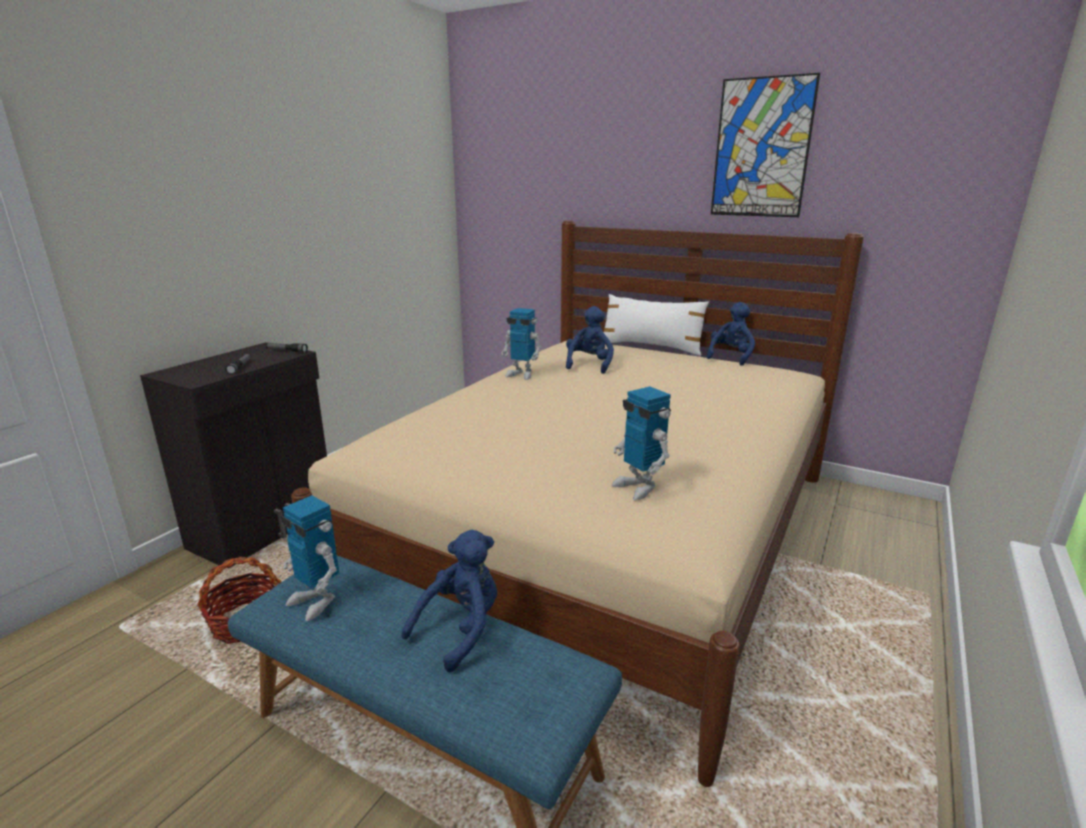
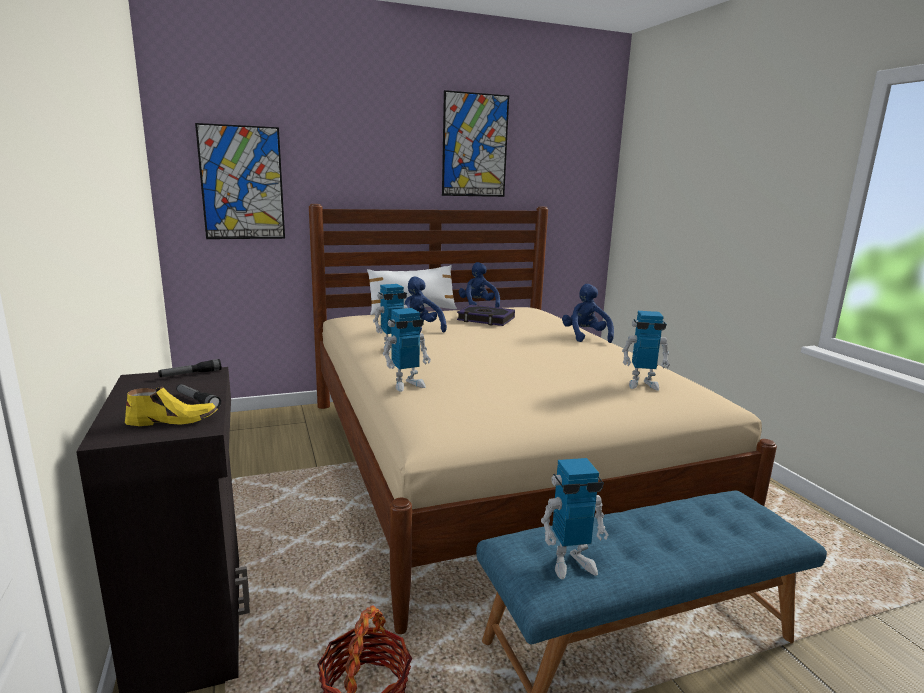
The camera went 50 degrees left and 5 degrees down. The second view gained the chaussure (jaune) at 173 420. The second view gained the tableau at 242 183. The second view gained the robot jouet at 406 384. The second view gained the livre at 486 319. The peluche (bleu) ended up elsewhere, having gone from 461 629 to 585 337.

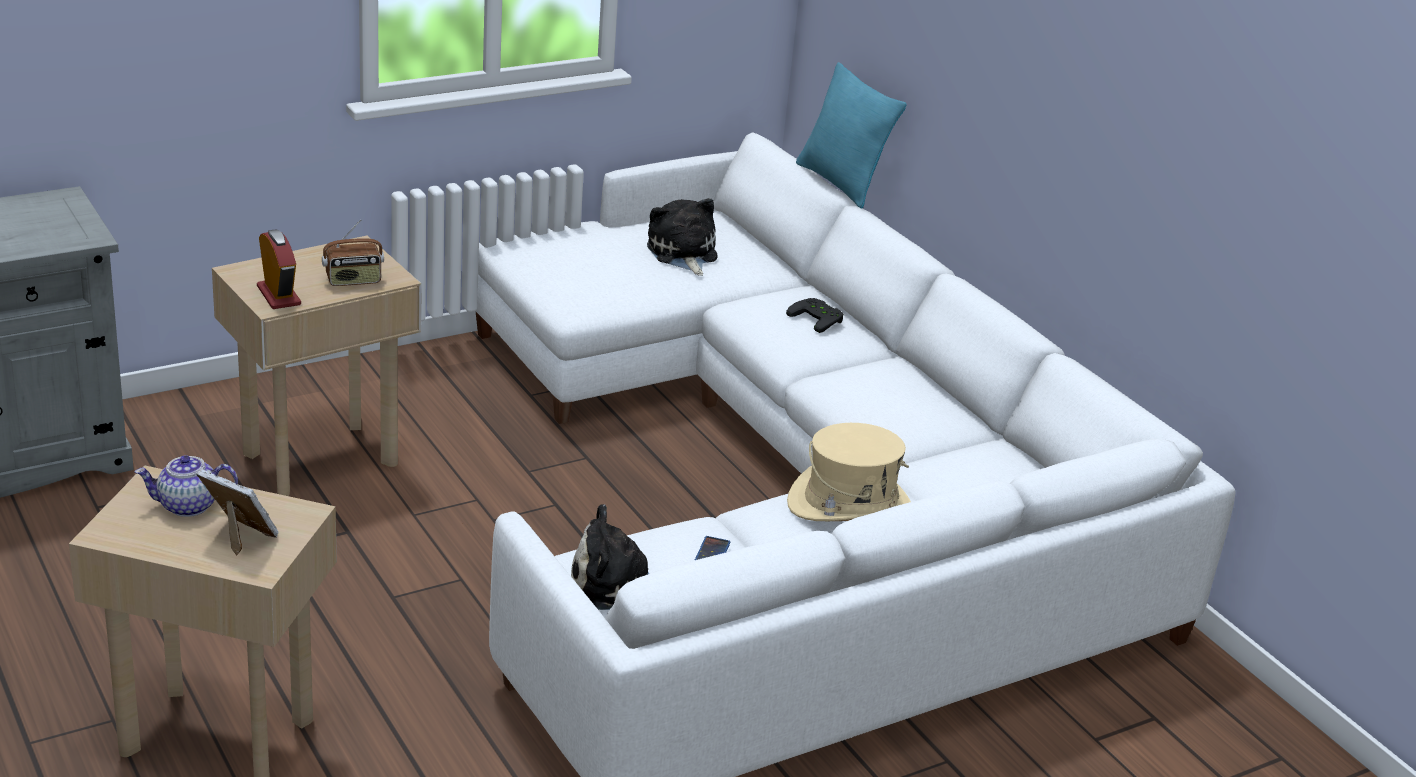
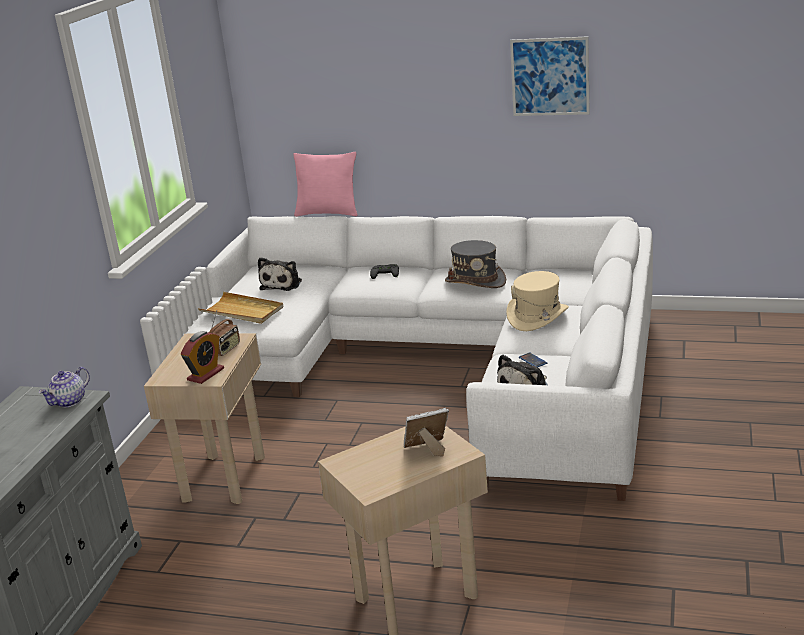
The camera went 40 degrees left and 5 degrees down. The théière ended up elsewhere, having gone from 187 506 to 69 401. The réveil at 278 295 ended up facing another way, 105 degrees clockwise from before. The second view gained the plateau (beige) at 242 311. The peluche at 683 253 ended up facing another way, 105 degrees counterclockwise from before. What was the coussin (turquoise) at 841 183 turned into the coussin (rose) at 328 213. The second view gained the chapeau (gris) at 475 281. The second view gained the tableau at 550 76.

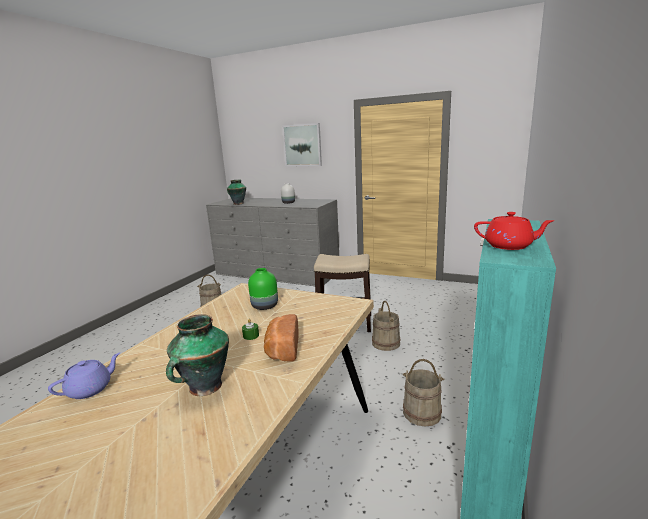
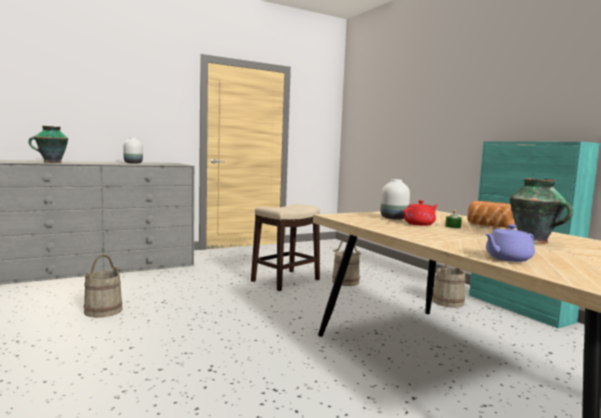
The camera went 55 degrees left and 10 degrees down. What was the vase (vert) at 264 306 turned into the vase (blanc) at 393 218. The théière (rouge) ended up elsewhere, having gone from 509 246 to 420 224. The théière (violet) at 90 389 ended up facing another way, 105 degrees counterclockwise from before. The second view lost the tableau at 302 145.

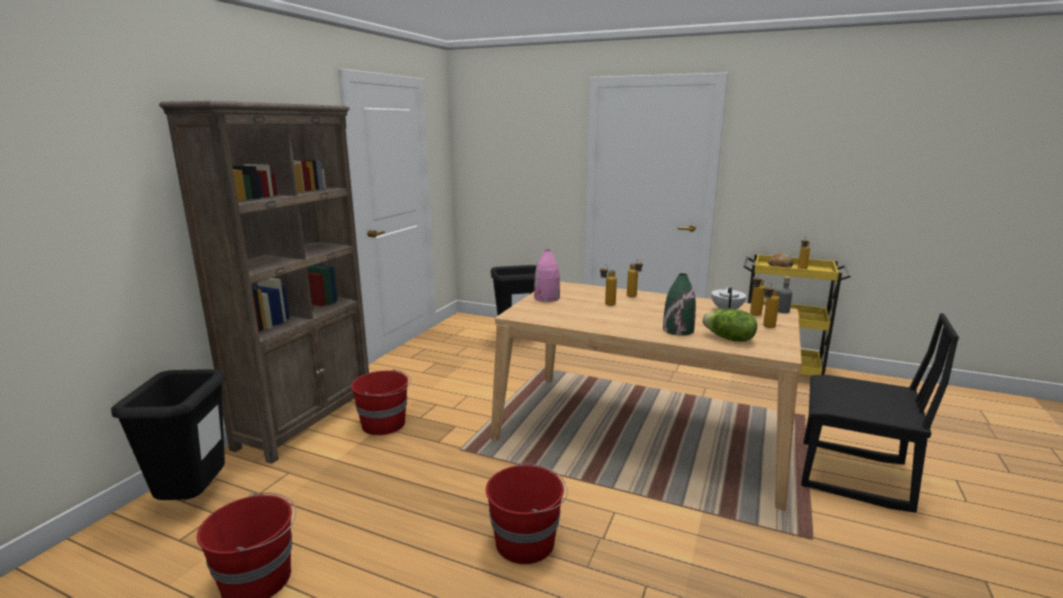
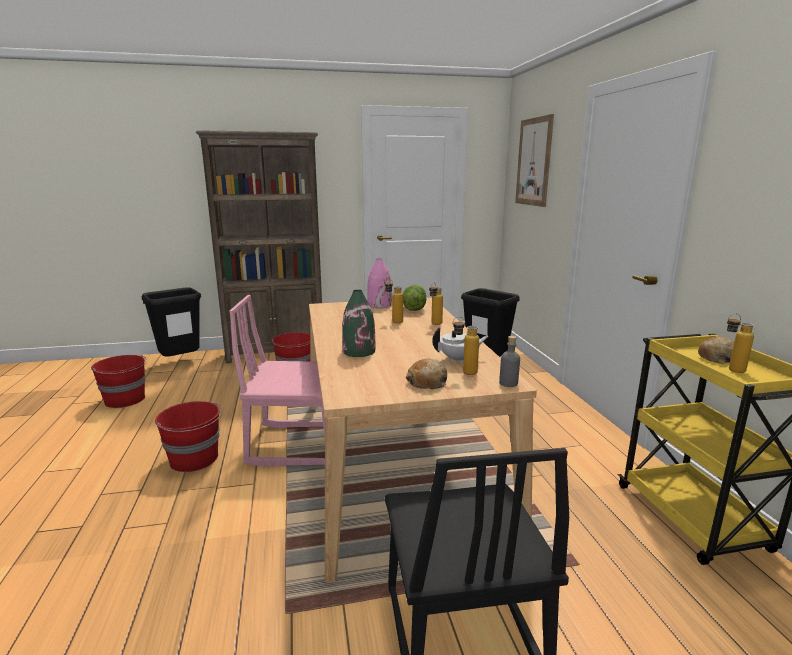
The camera went 55 degrees right and 0 degrees up. The second view gained the chaise (rose) at 296 444. The laitue ended up elsewhere, having gone from 729 339 to 413 309. Where the bouteille stood at 766 327, the pain came to stand at 427 382. The second view gained the tableau at 534 162.

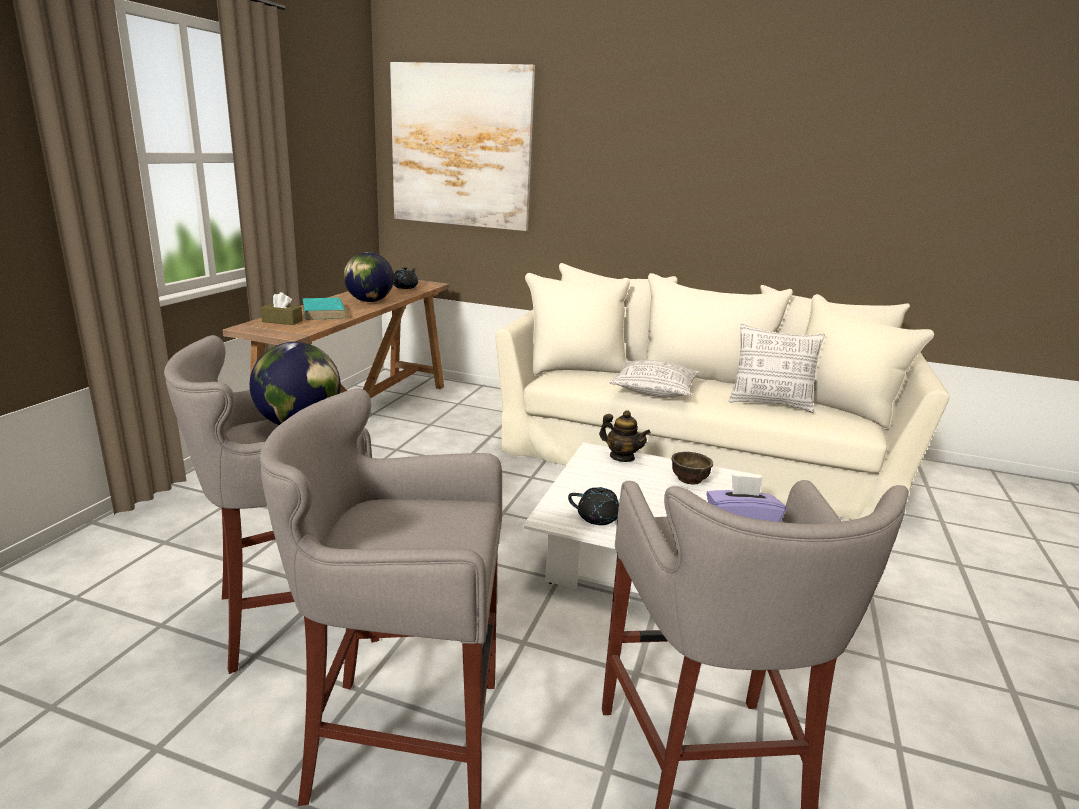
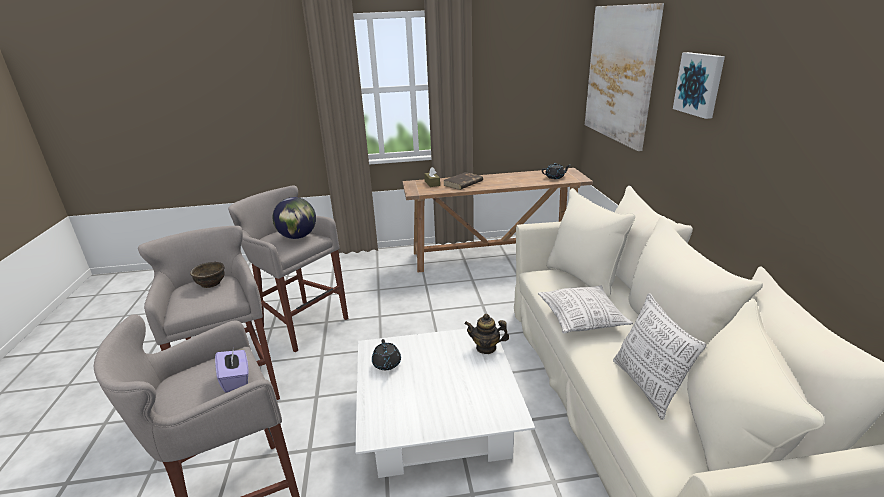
The camera went 65 degrees right and 5 degrees up. The bol (marron) ended up elsewhere, having gone from 689 479 to 211 283. What was the livre (turquoise) at 324 312 turned into the livre (marron) at 463 183. The théière at 622 457 ended up facing another way, 90 degrees clockwise from before. The second view gained the tableau at 700 84. The second view lost the globe at 369 301.

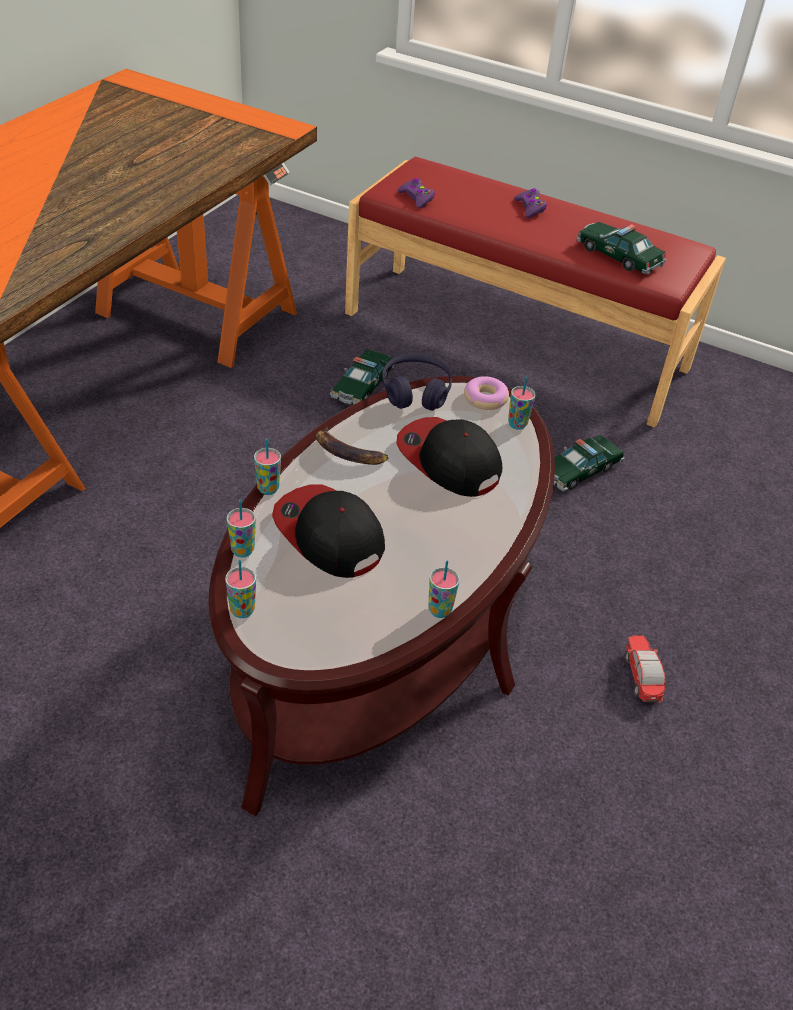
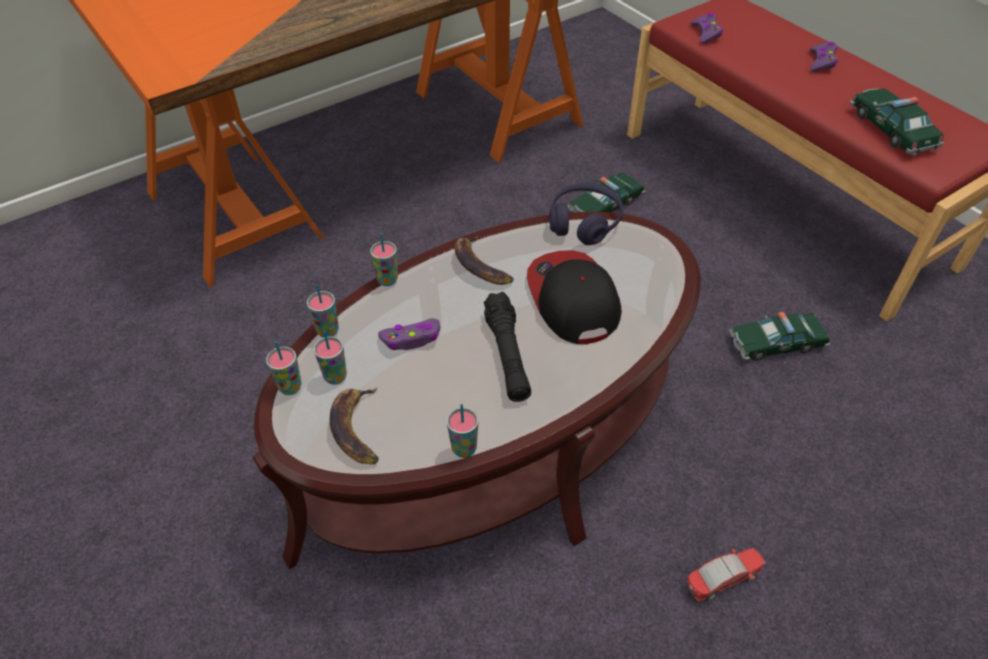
The camera went 30 degrees right and 5 degrees up. The tasse ended up elsewhere, having gone from 517 424 to 335 377. The second view gained the banane at 356 428. Where the casquette stood at 328 534, the manette (violet) came to stand at 411 339. The second view gained the lampe de poche (noir) at 507 355. The petite voiture at 641 677 ended up facing another way, 45 degrees clockwise from before. The second view lost the beignet at 485 399.

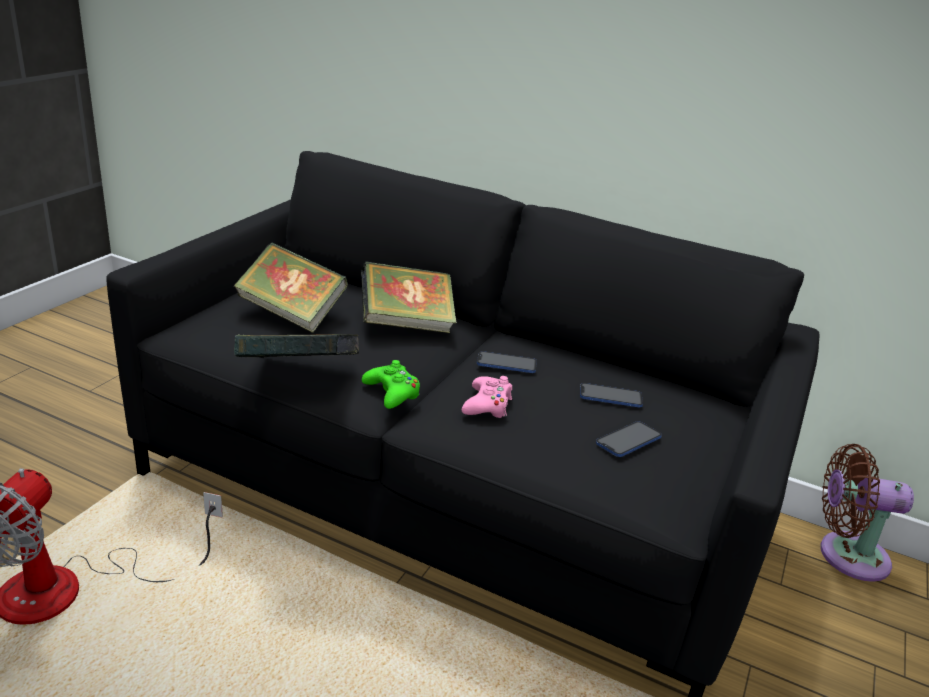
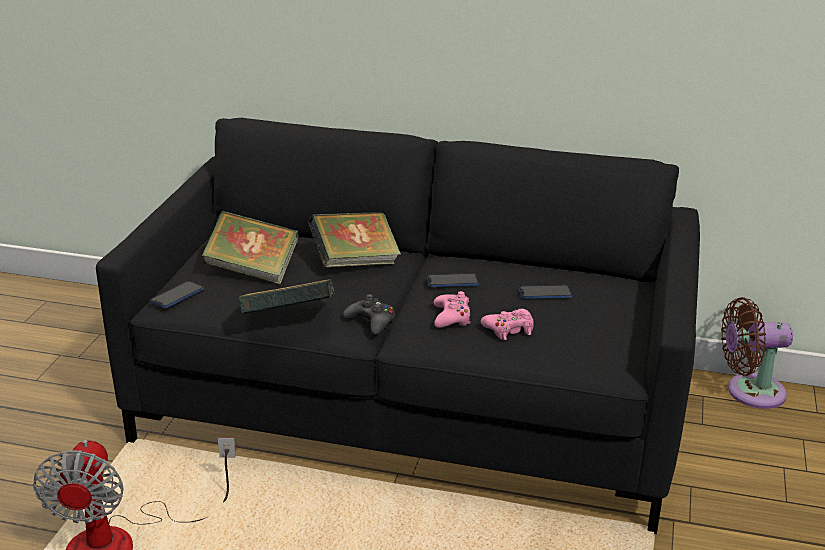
The camera went 10 degrees left and 0 degrees up. The téléphone ended up elsewhere, having gone from 628 441 to 177 296. What was the manette (vert) at 392 393 turned into the manette (noir) at 371 322. The second view gained the manette (rose) at 509 329.

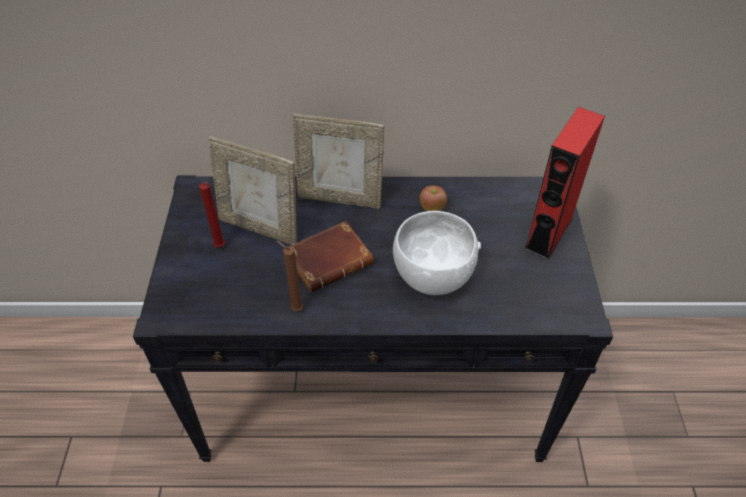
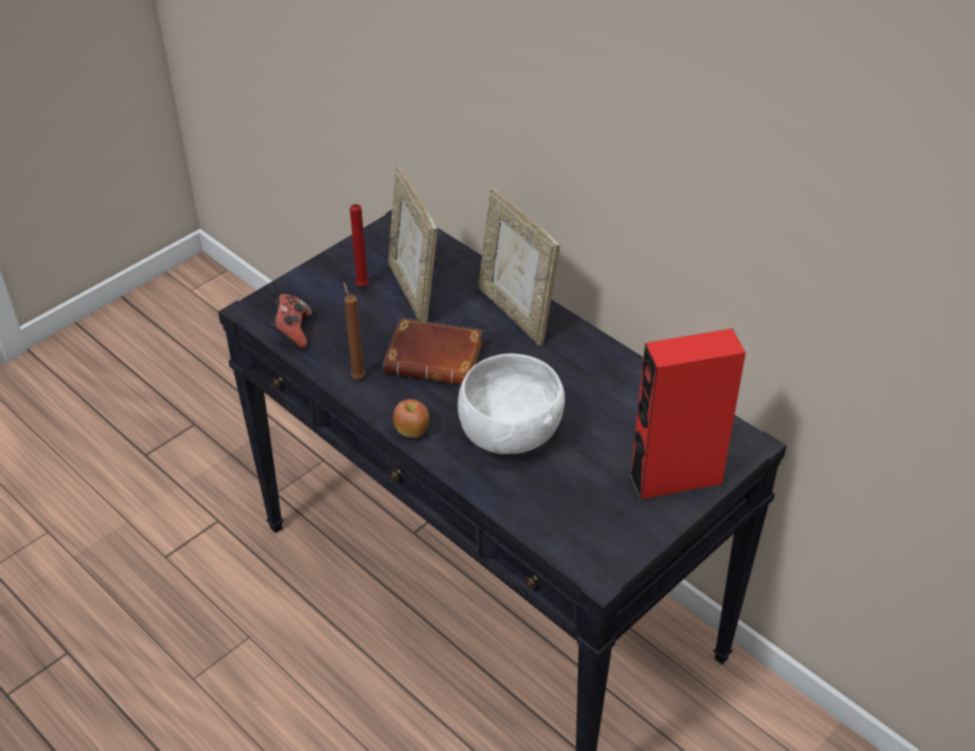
The camera went 45 degrees right and 5 degrees down. The second view gained the manette at 292 332. The pomme ended up elsewhere, having gone from 432 208 to 412 431.

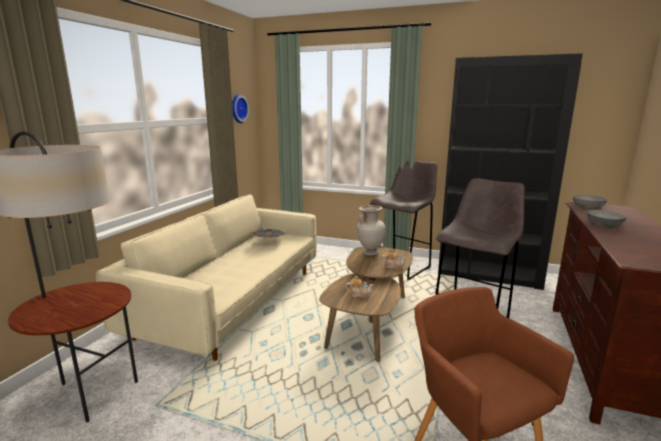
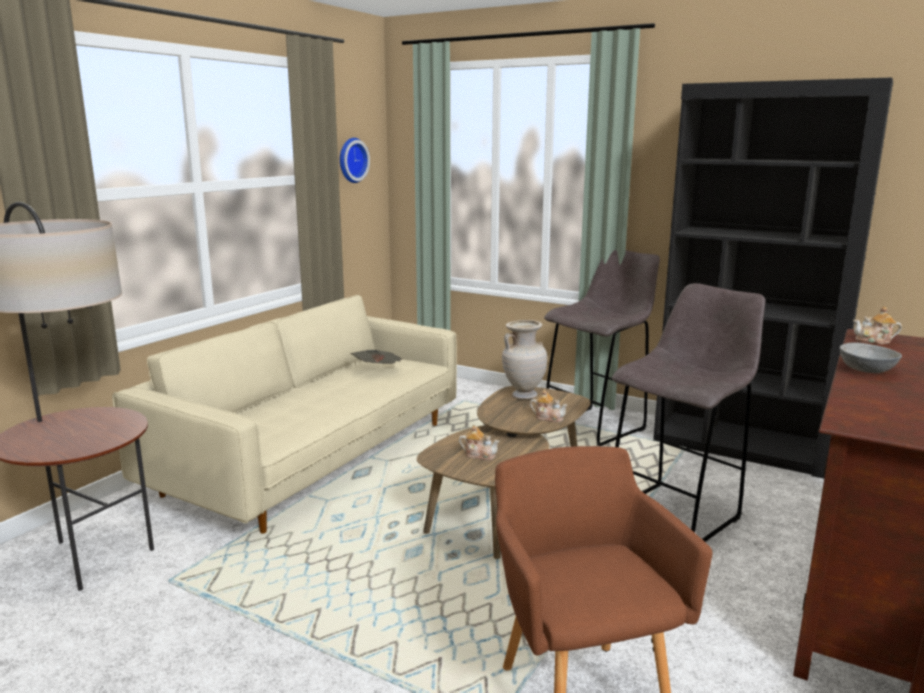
The camera went 10 degrees right and 0 degrees up. Where the bol (gris) stood at 588 208, the théière came to stand at 874 341.

